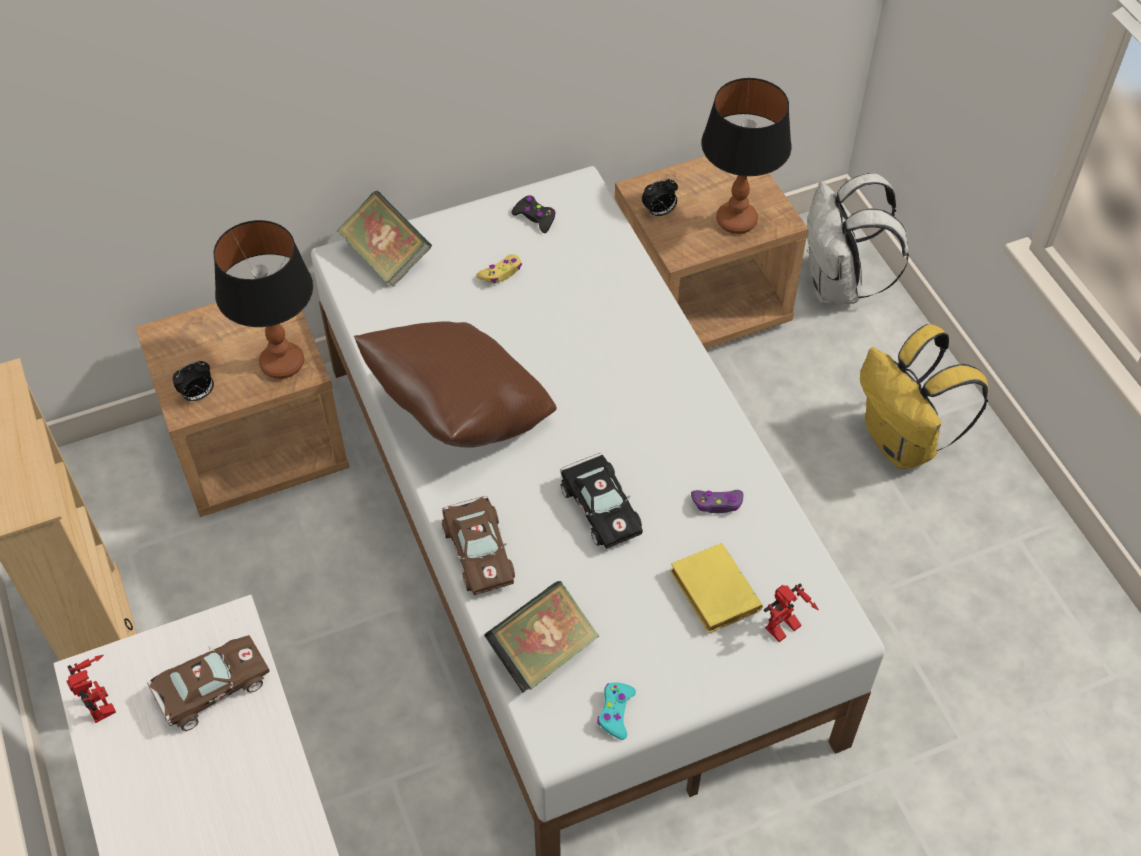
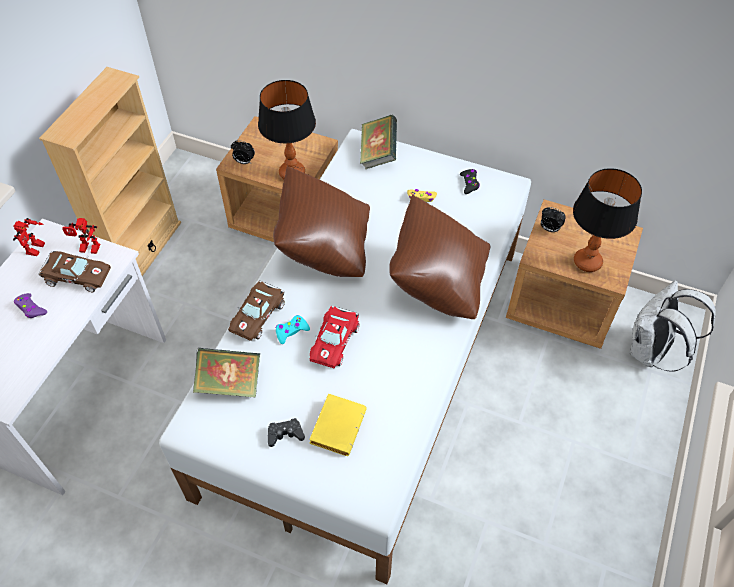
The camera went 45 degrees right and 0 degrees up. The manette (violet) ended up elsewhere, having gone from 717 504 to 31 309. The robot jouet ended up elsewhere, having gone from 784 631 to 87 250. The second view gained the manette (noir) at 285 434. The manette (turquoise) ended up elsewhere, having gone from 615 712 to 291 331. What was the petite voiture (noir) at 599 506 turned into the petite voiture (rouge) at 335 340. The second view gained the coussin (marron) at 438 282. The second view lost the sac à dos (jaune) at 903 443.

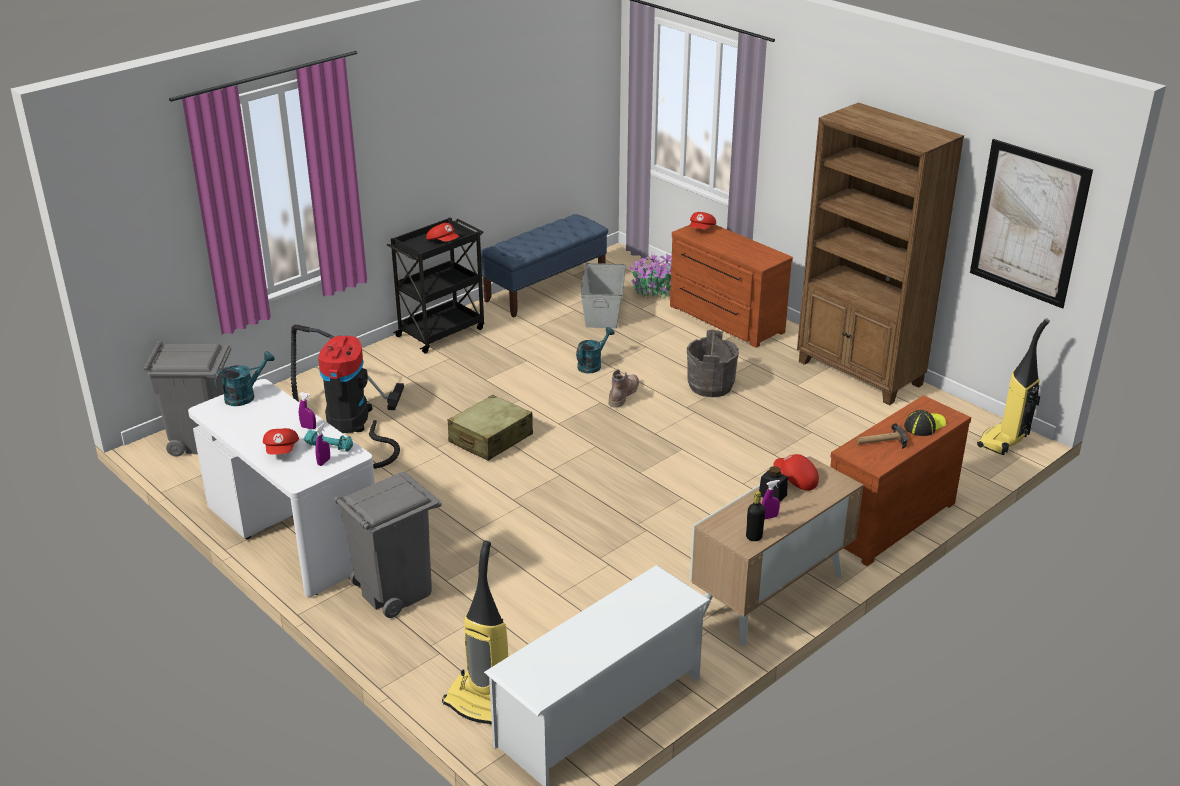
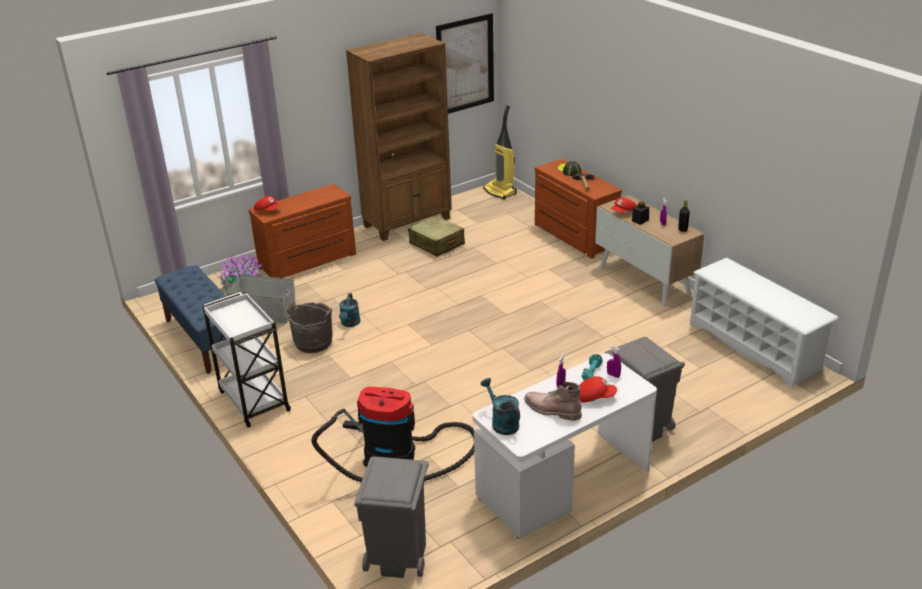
The camera went 80 degrees left and 0 degrees up. What was the chariot (noir) at 441 332 turned into the chariot (blanc) at 253 400. The seau (gris) ended up elsewhere, having gone from 710 386 to 313 343. The arrosoir (turquoise) at 592 365 ended up facing another way, 135 degrees counterclockwise from before. The valise (beige) ended up elsewhere, having gone from 490 439 to 437 244. The botte (marron) ended up elsewhere, having gone from 623 394 to 551 410. The second view lost the casquette (rouge) at 443 241. The second view lost the aspirateur at 482 703.

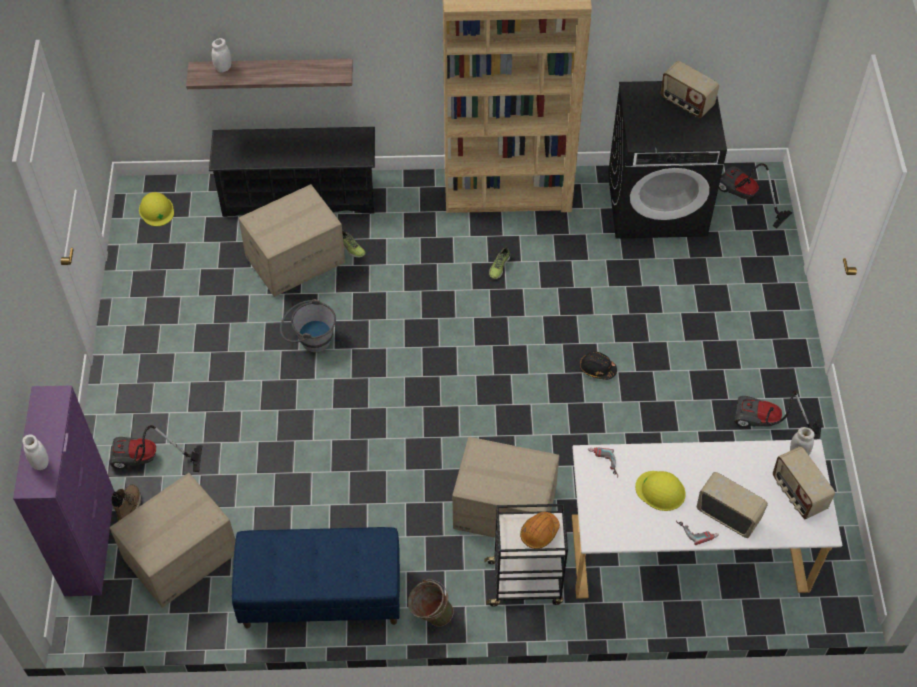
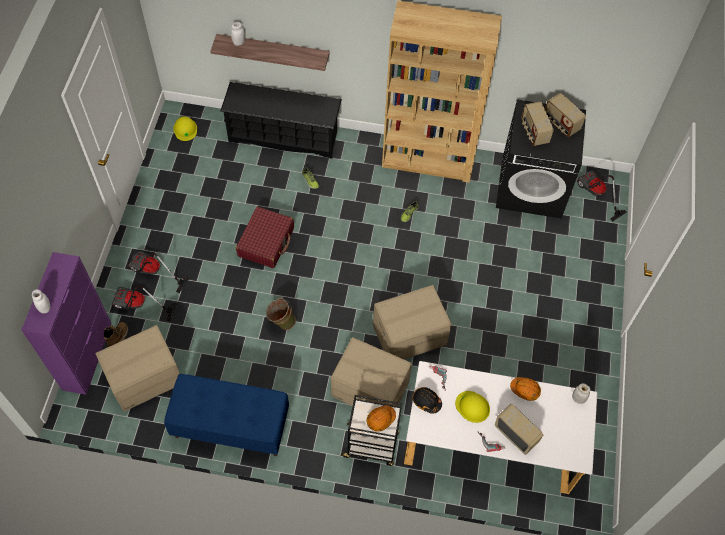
The camera went 10 degrees right and 5 degrees up. The aspirateur ended up elsewhere, having gone from 768 424 to 153 273. Where the seau (gris) stood at 309 340, the valise (rouge) came to stand at 266 242. The seau (vert) ended up elsewhere, having gone from 430 615 to 281 322. The carton ended up elsewhere, having gone from 295 259 to 409 334. The casque de chantier (noir) ended up elsewhere, having gone from 597 369 to 426 401. The second view gained the casque de chantier (orange) at 525 390. The radio ended up elsewhere, having gone from 798 494 to 534 132.

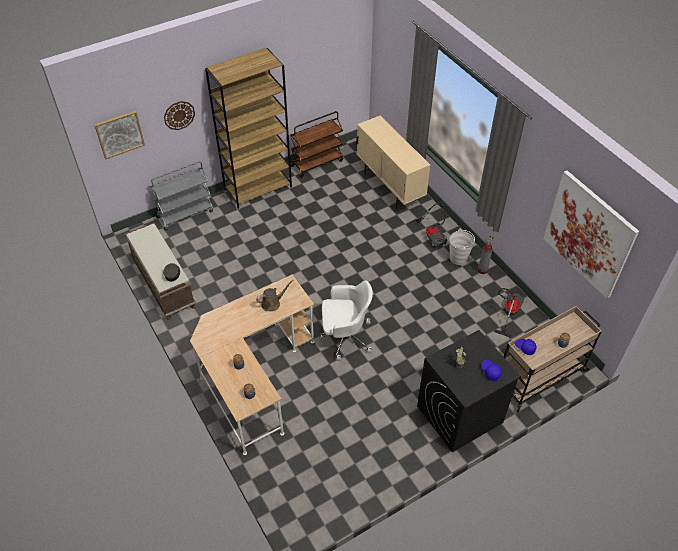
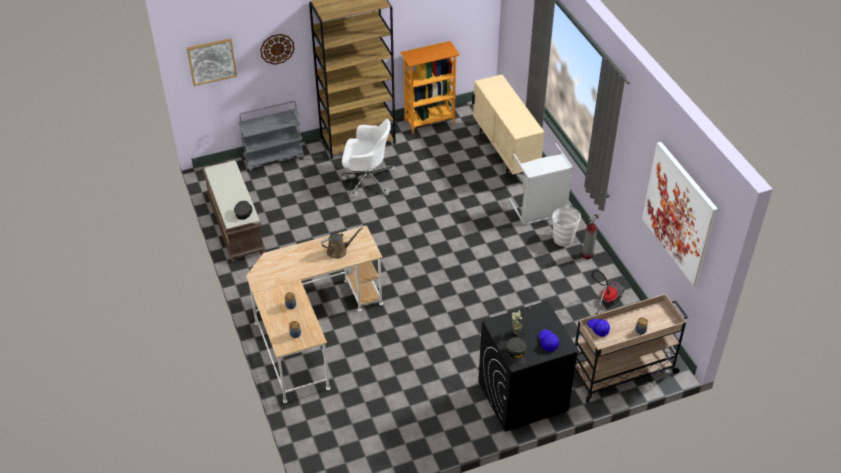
The camera went 10 degrees right and 5 degrees down. The chaise de bureau (blanc) ended up elsewhere, having gone from 345 336 to 367 179. Where the chariot (marron) stood at 317 163, the bibliothèque came to stand at 429 121. The second view gained the casquette (gris) at 516 354. Where the aspirateur stood at 432 235, the panier à linge (gris) came to stand at 540 212.

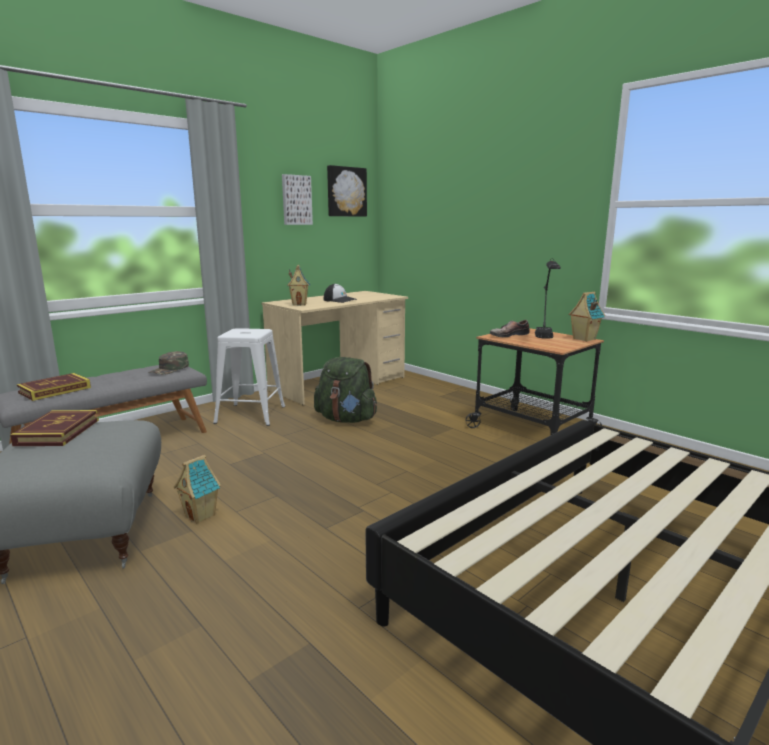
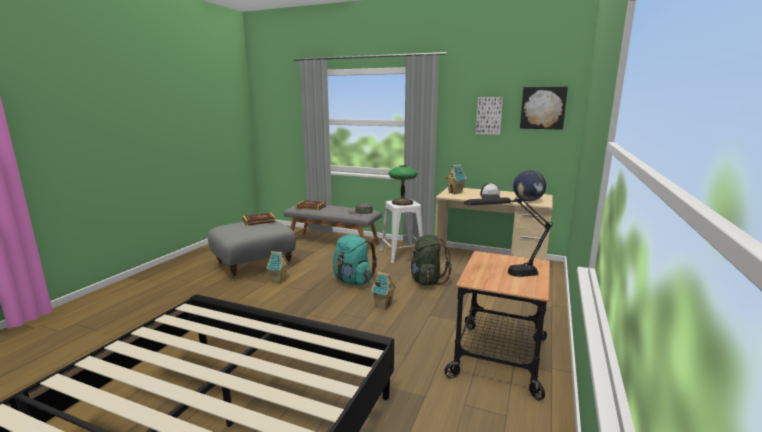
The camera went 65 degrees right and 0 degrees up. The second view gained the sac à dos (turquoise) at 353 281. The maison miniature ended up elsewhere, having gone from 583 339 to 383 305. The second view gained the lampe de table at 402 202. The second view gained the globe at 528 201. The second view lost the chaussure at 508 335.

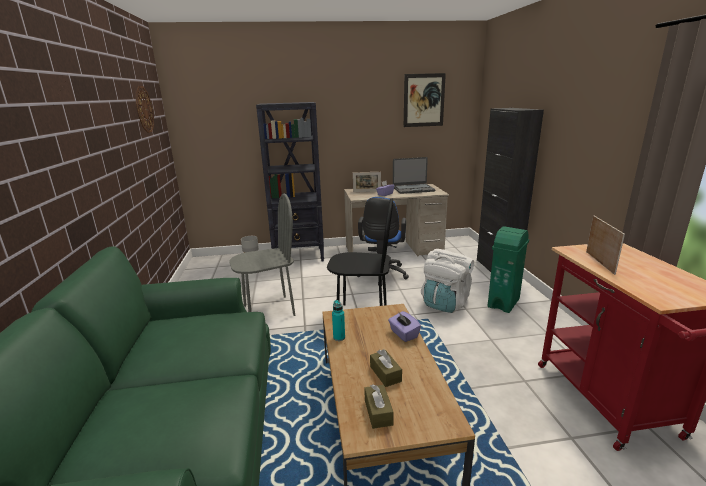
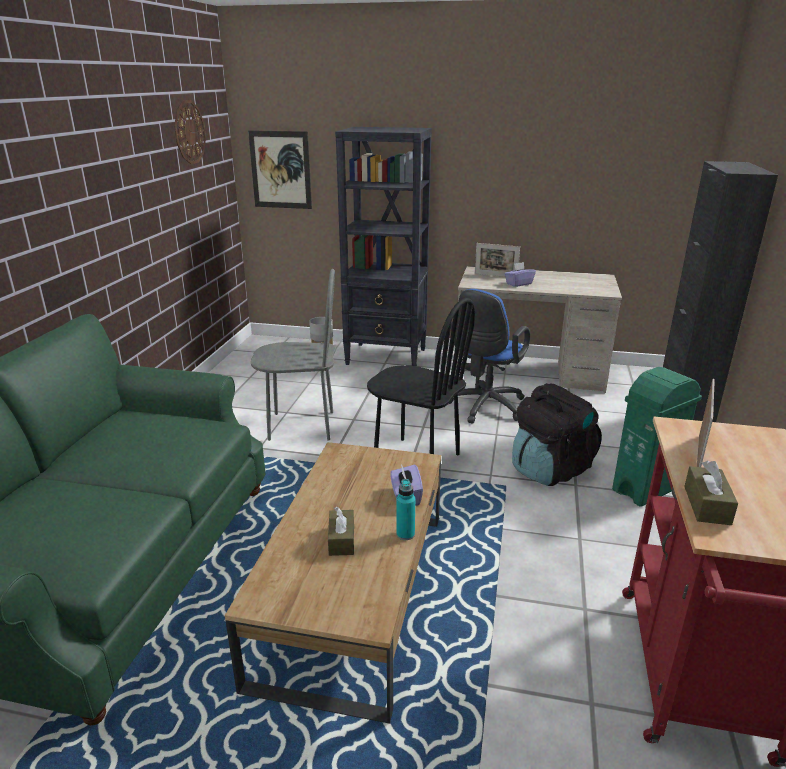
The camera went 20 degrees right and 5 degrees up. The tableau ended up elsewhere, having gone from 424 100 to 280 170. The bouteille (turquoise) ended up elsewhere, having gone from 339 337 to 405 534. What was the sac à dos (blanc) at 445 303 turned into the sac à dos (noir) at 550 469. The boîte à mouchoirs (marron) ended up elsewhere, having gone from 378 412 to 707 505. The second view lost the ordinateur portable at 413 189.

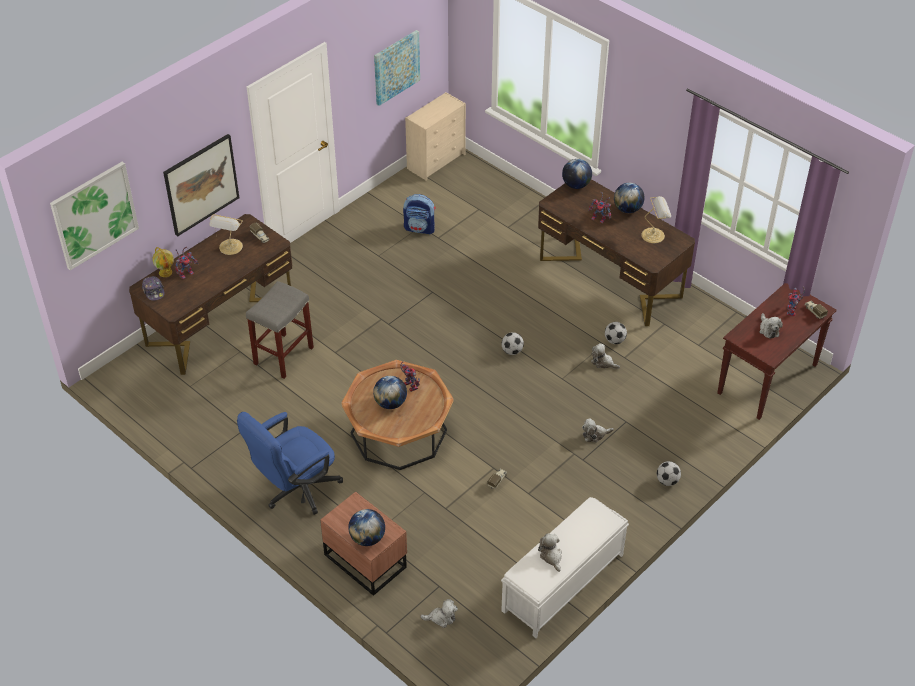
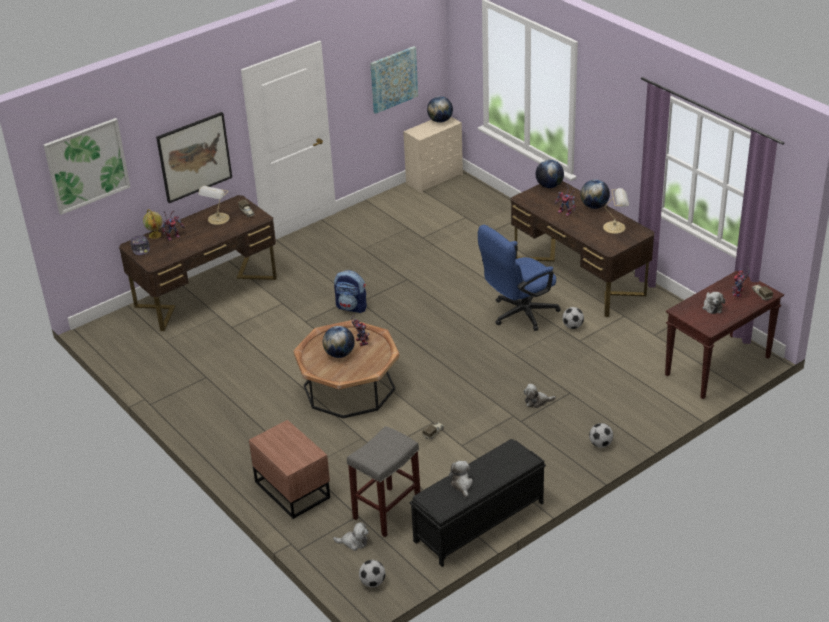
The camera went 10 degrees right and 10 degrees down. The sac à dos ended up elsewhere, having gone from 420 228 to 352 307. The tabouret (gris) ended up elsewhere, having gone from 283 356 to 386 512. The ballon de foot ended up elsewhere, having gone from 512 351 to 372 583. What was the banc (blanc) at 562 583 turned into the banc (noir) at 478 522. The globe ended up elsewhere, having gone from 367 538 to 440 121. The chaise de bureau (bleu) ended up elsewhere, having gone from 295 490 to 518 314. The second view lost the peluche at 603 362.

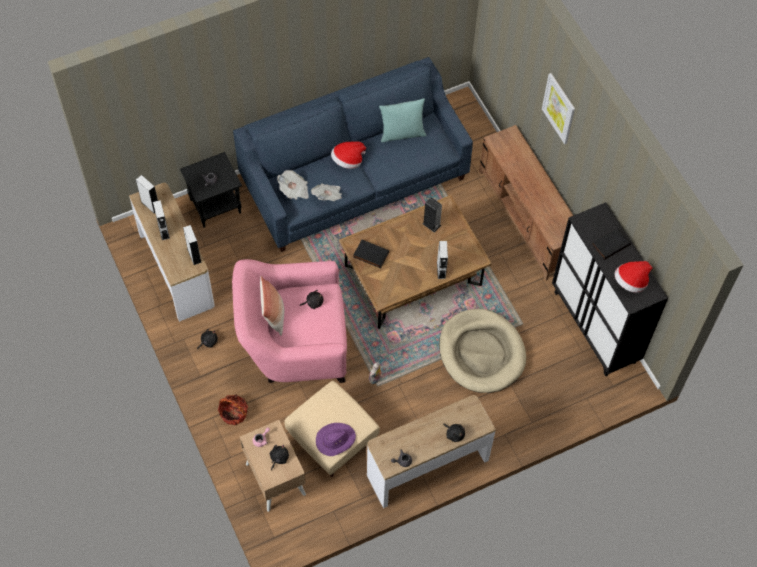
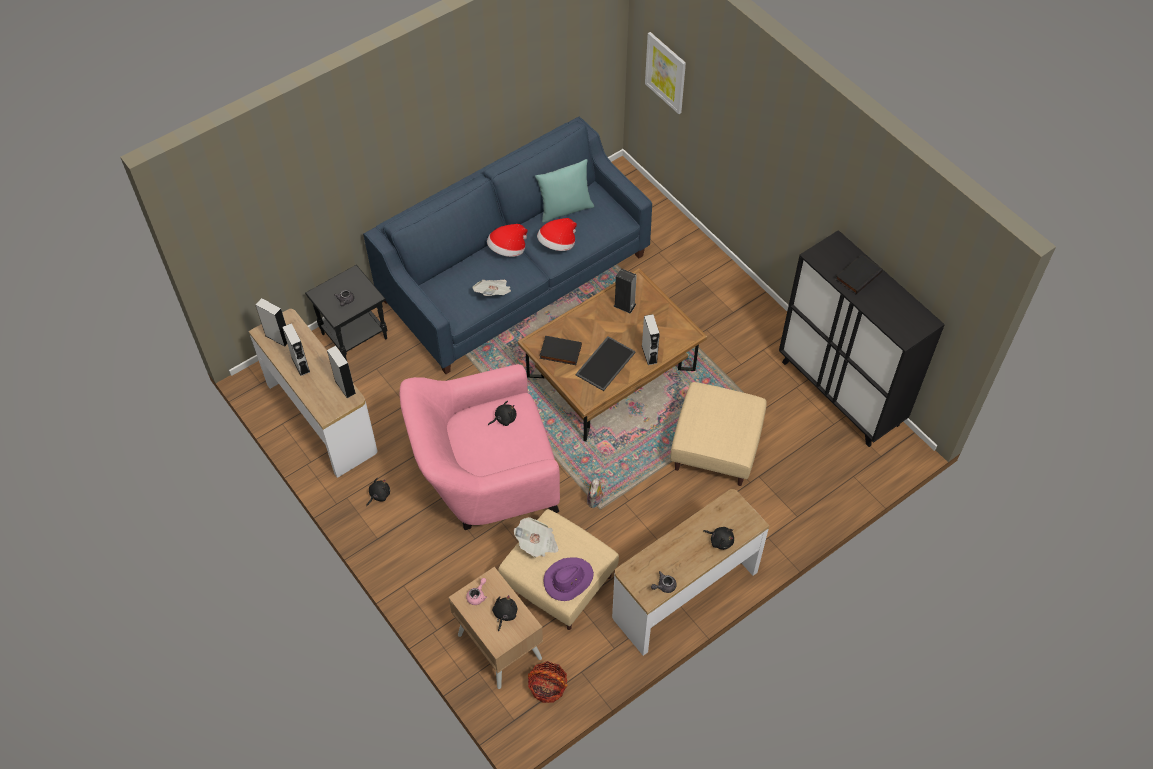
The camera went 10 degrees left and 5 degrees down. The journal ended up elsewhere, having gone from 294 190 to 537 544. The panier ended up elsewhere, having gone from 233 413 to 547 687. The chapeau ended up elsewhere, having gone from 631 282 to 557 244. The second view gained the plateau at 605 363. The tableau ended up elsewhere, having gone from 559 108 to 666 72. Where the panier pour chien (beige) stood at 481 353, the pouf (beige) came to stand at 715 447. The second view lost the coussin at 273 315. The second view lost the meuble télé (marron) at 527 218.

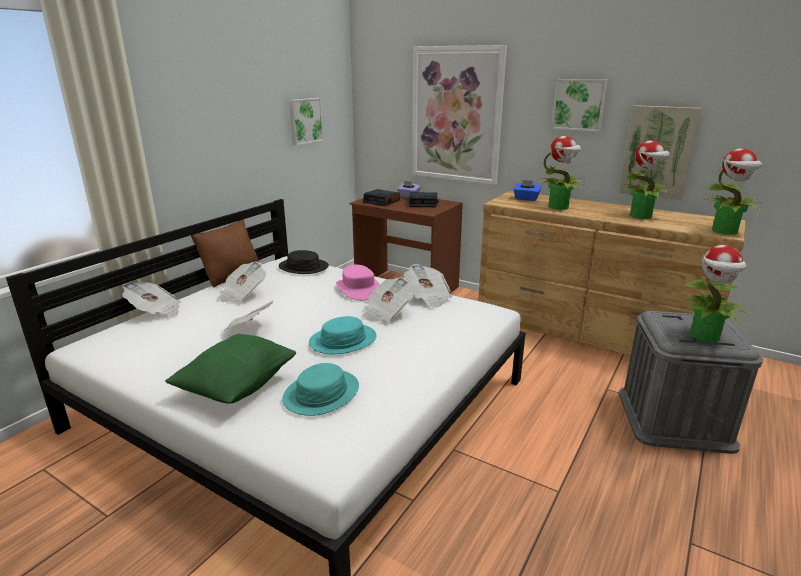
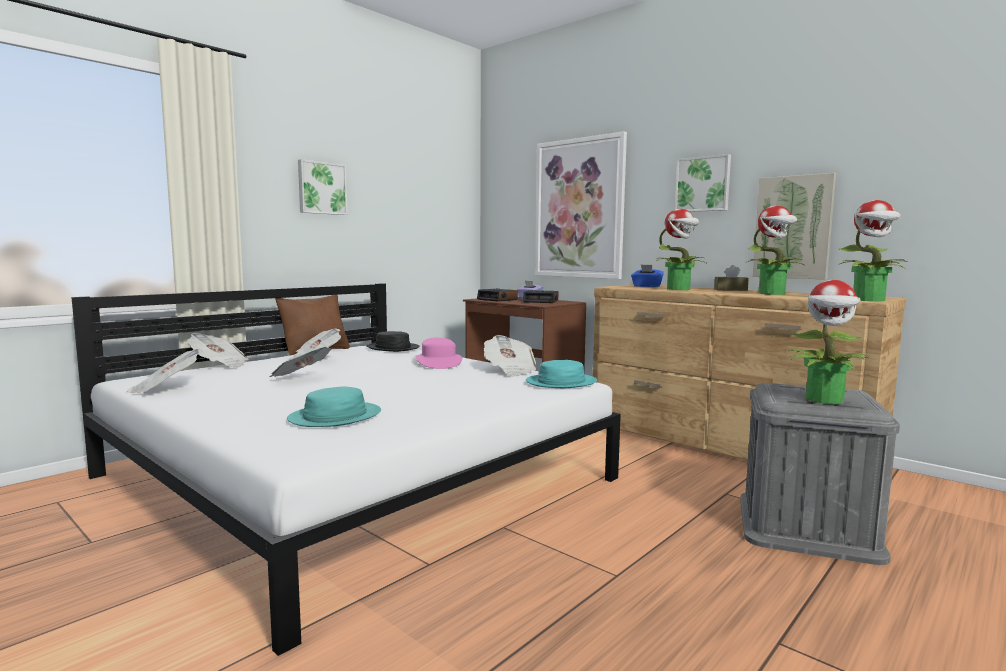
The camera went 10 degrees right and 15 degrees down. The journal ended up elsewhere, having gone from 386 313 to 165 389. The tableau ended up elsewhere, having gone from 305 121 to 321 188. The chapeau (turquoise) ended up elsewhere, having gone from 343 340 to 561 382. The second view gained the boîte à mouchoirs (marron) at 730 290. The second view lost the coussin (vert) at 237 387.

